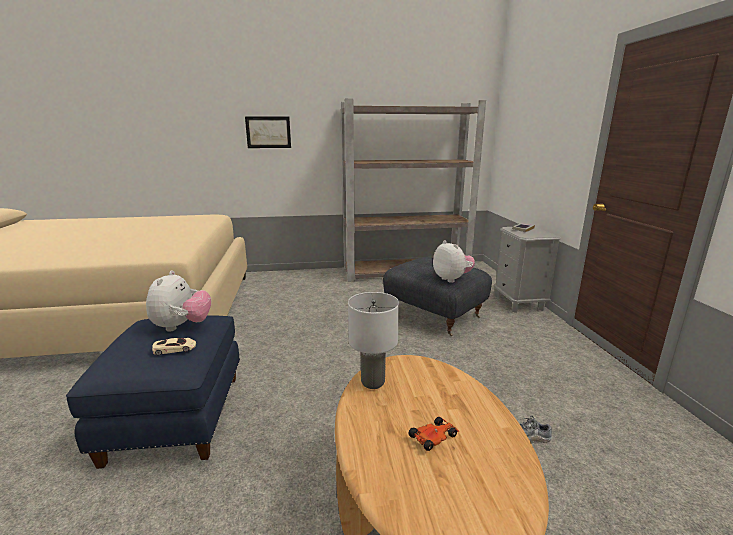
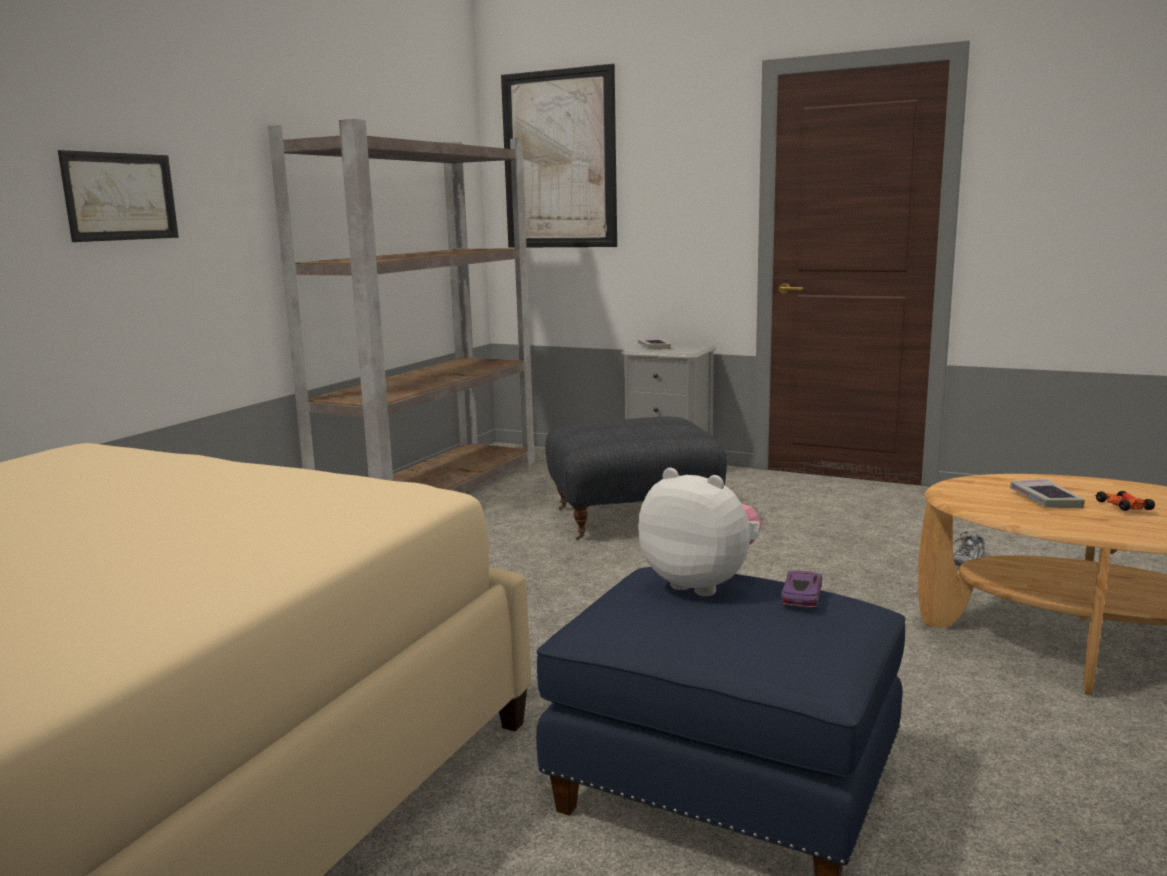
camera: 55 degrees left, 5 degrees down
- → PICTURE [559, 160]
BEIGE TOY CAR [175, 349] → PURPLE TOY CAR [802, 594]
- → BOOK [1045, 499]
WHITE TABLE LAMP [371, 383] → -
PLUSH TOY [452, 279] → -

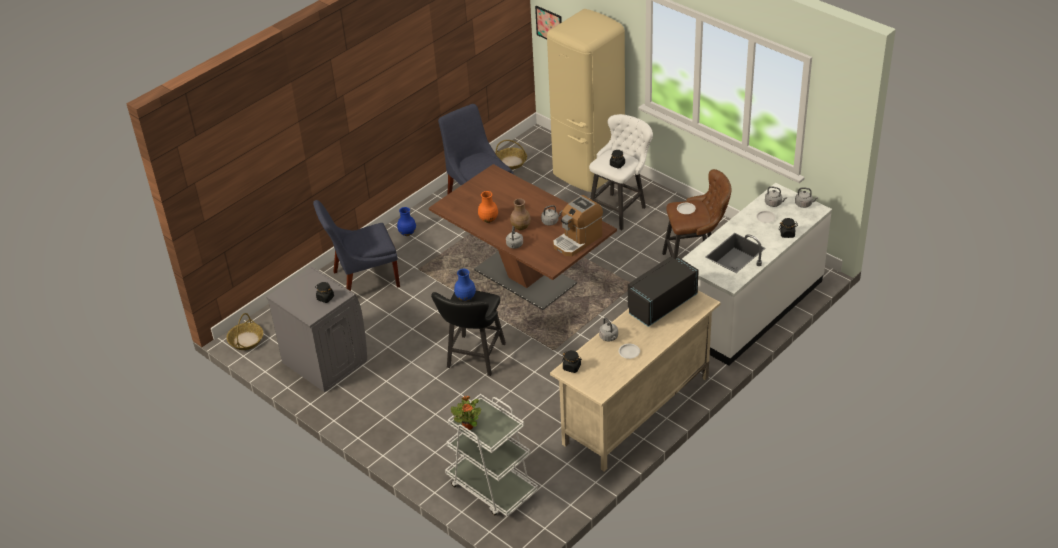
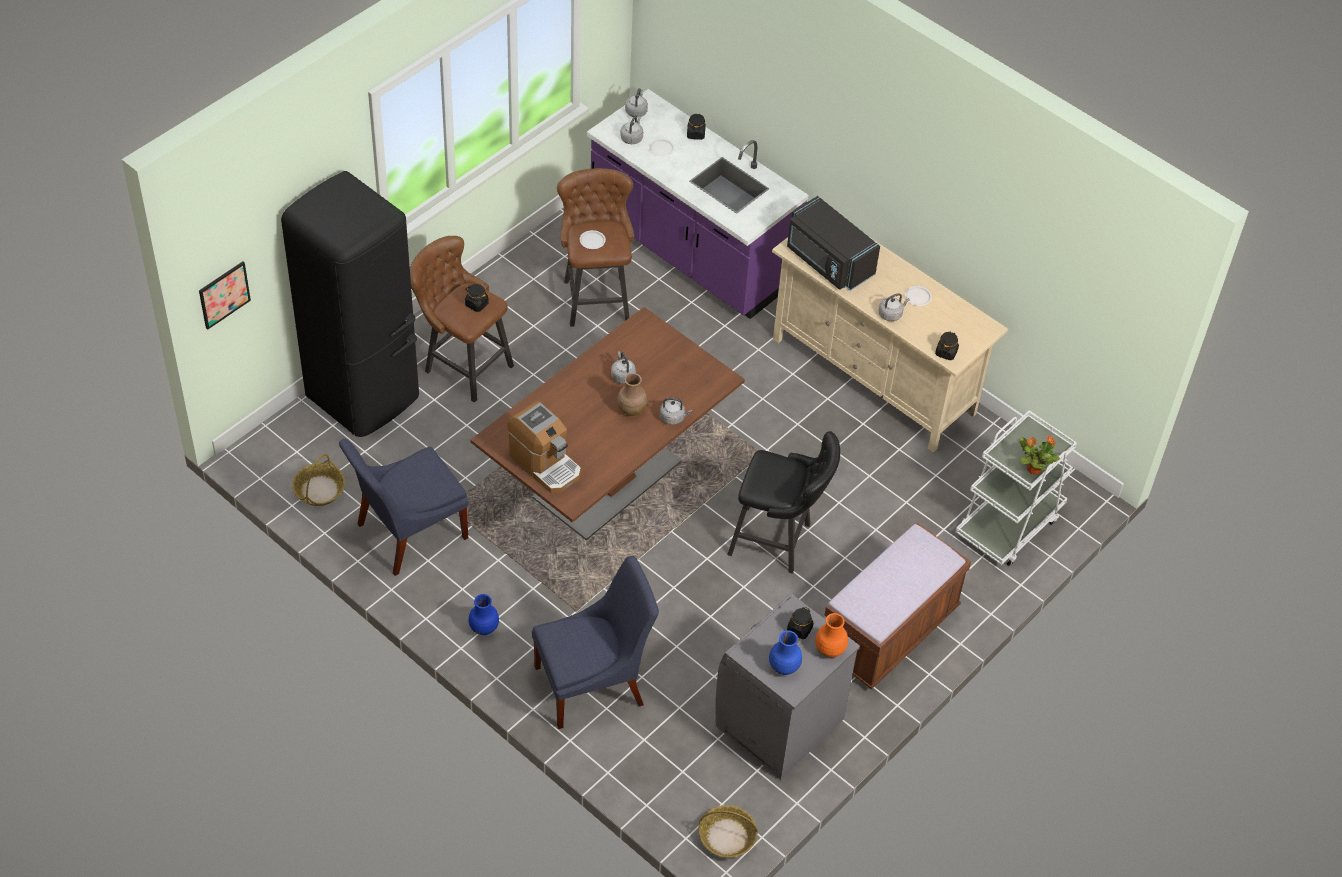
camera: 95 degrees left, 10 degrees up
BEIGE FRIDGE [587, 172] → BLACK FRIDGE [366, 397]
WHITE STOOL [620, 208] → BROWN STOOL [461, 363]
COFFEE MACHINE [577, 240] → COFFEE MACHINE [545, 464], moved
BLUE CHAIR [362, 280] → BLUE CHAIR [594, 684], 90 degrees counterclockwise
WHITE COUNTER [750, 308] → PURPLE COUNTER [690, 251]
BLUE VASE [465, 297] → BLUE VASE [784, 667], moved
ORANGE VASE [488, 219] → ORANGE VASE [830, 650], moved
- → BROWN BENCH [889, 632]

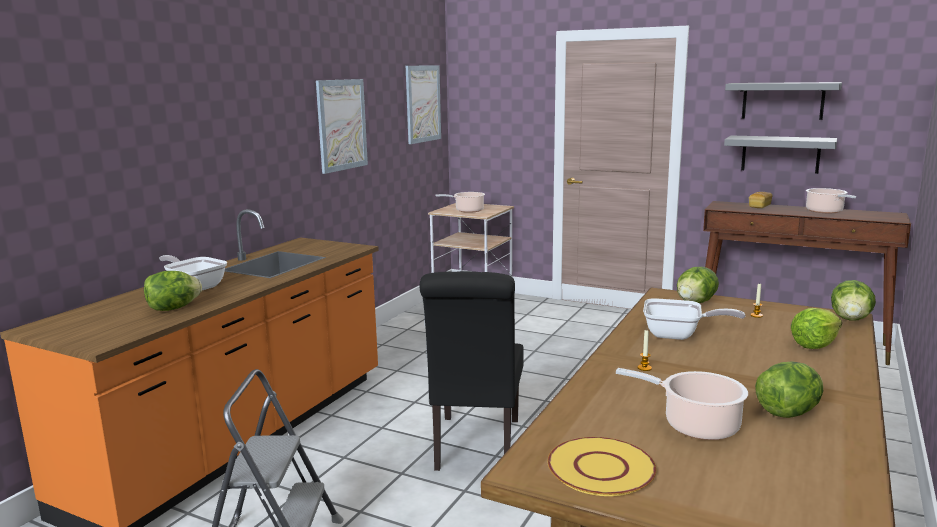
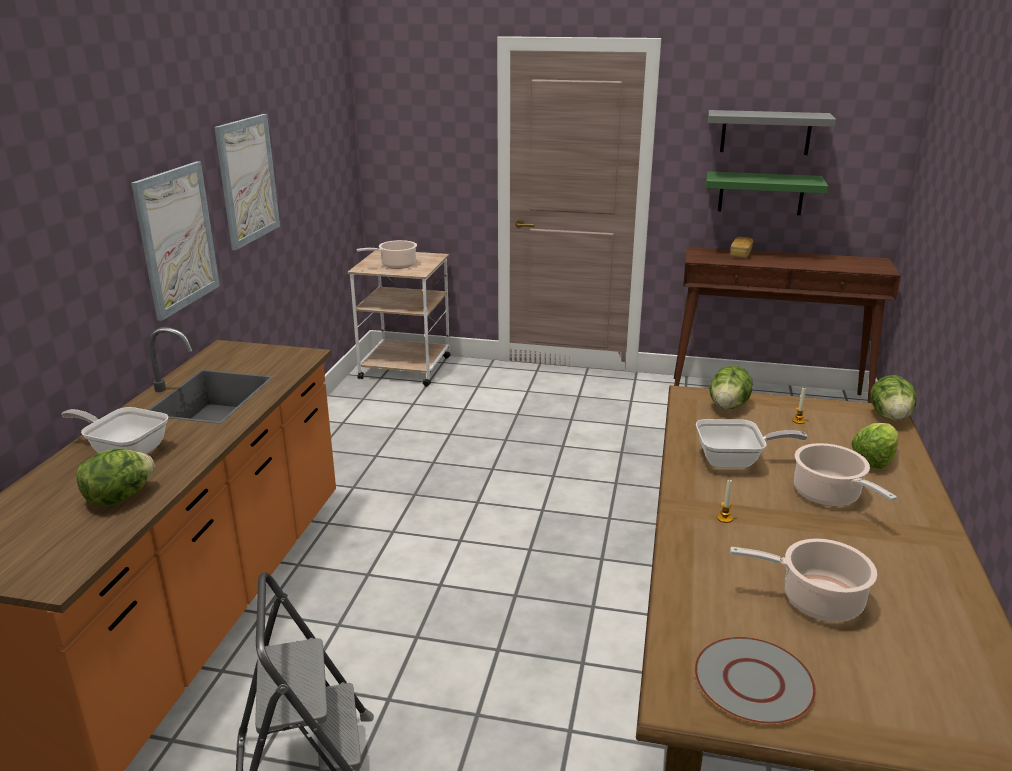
camera: 15 degrees left, 10 degrees up
PICTURE [423, 104] → PICTURE [177, 239], moved
YELLOW PLATE [600, 467] → GREY PLATE [752, 681]
GREY SHELF [780, 154] → GREEN SHELF [761, 193]
COOKING POT [825, 211] → COOKING POT [829, 495], moved
BLACK CHAIR [476, 447] → -
LETTUCE [788, 412] → -

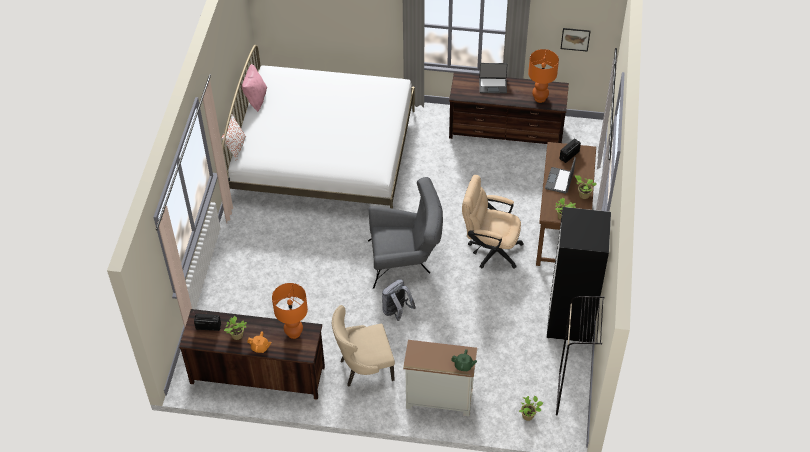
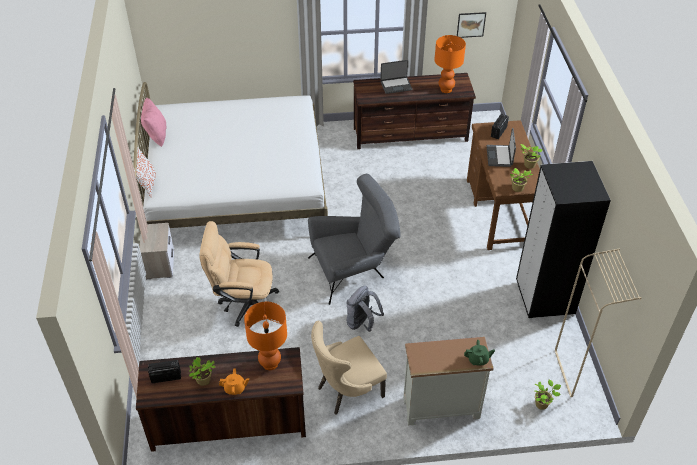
camera: 15 degrees left, 5 degrees down
- → NIGHTSTAND [160, 263]
BEIGE OFFICE CHAIR [490, 249] → BEIGE OFFICE CHAIR [243, 303], moved
BLACK CLOTHES RACK [572, 396] → BEIGE CLOTHES RACK [578, 373]

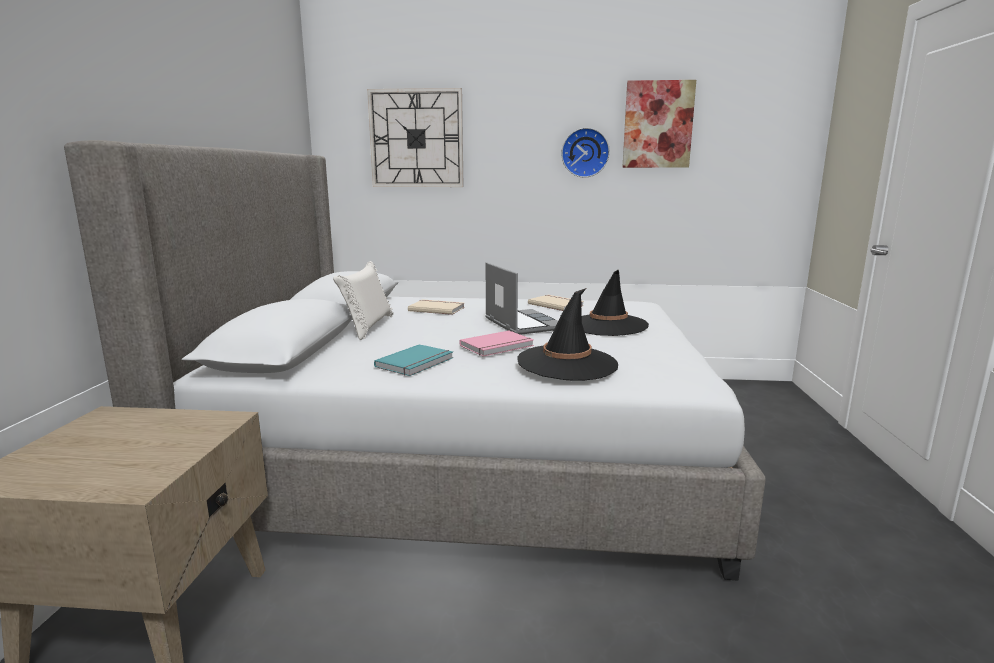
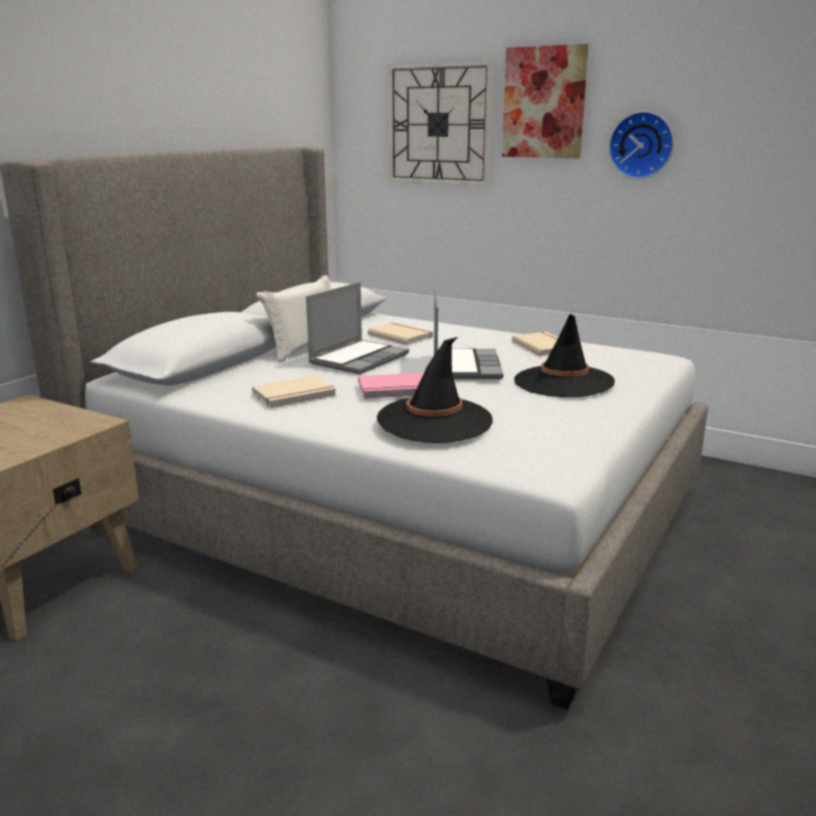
camera: 25 degrees right, 5 degrees up
TURQUOISE BOOK [416, 363] → BEIGE BOOK [295, 395]
- → LAPTOP [359, 358]
PICTURE [658, 125] → PICTURE [544, 103], moved

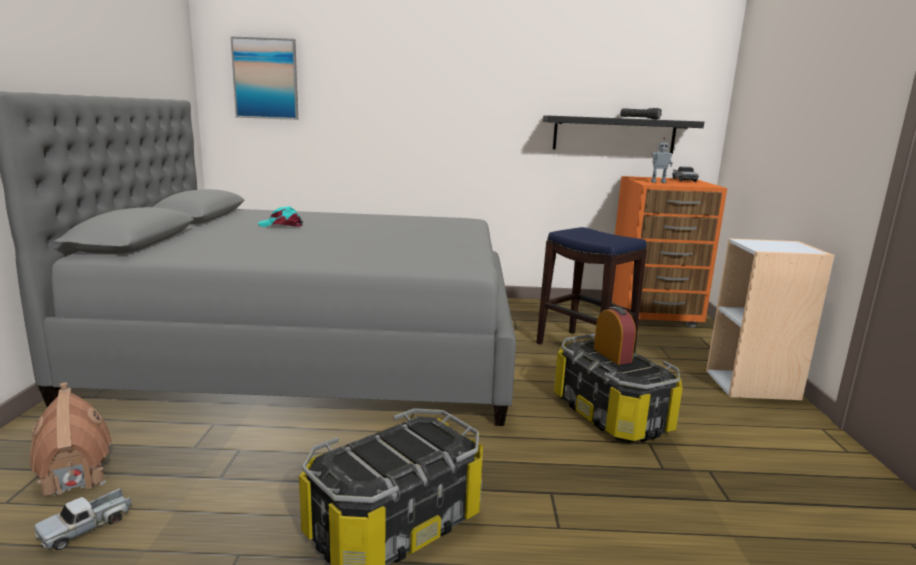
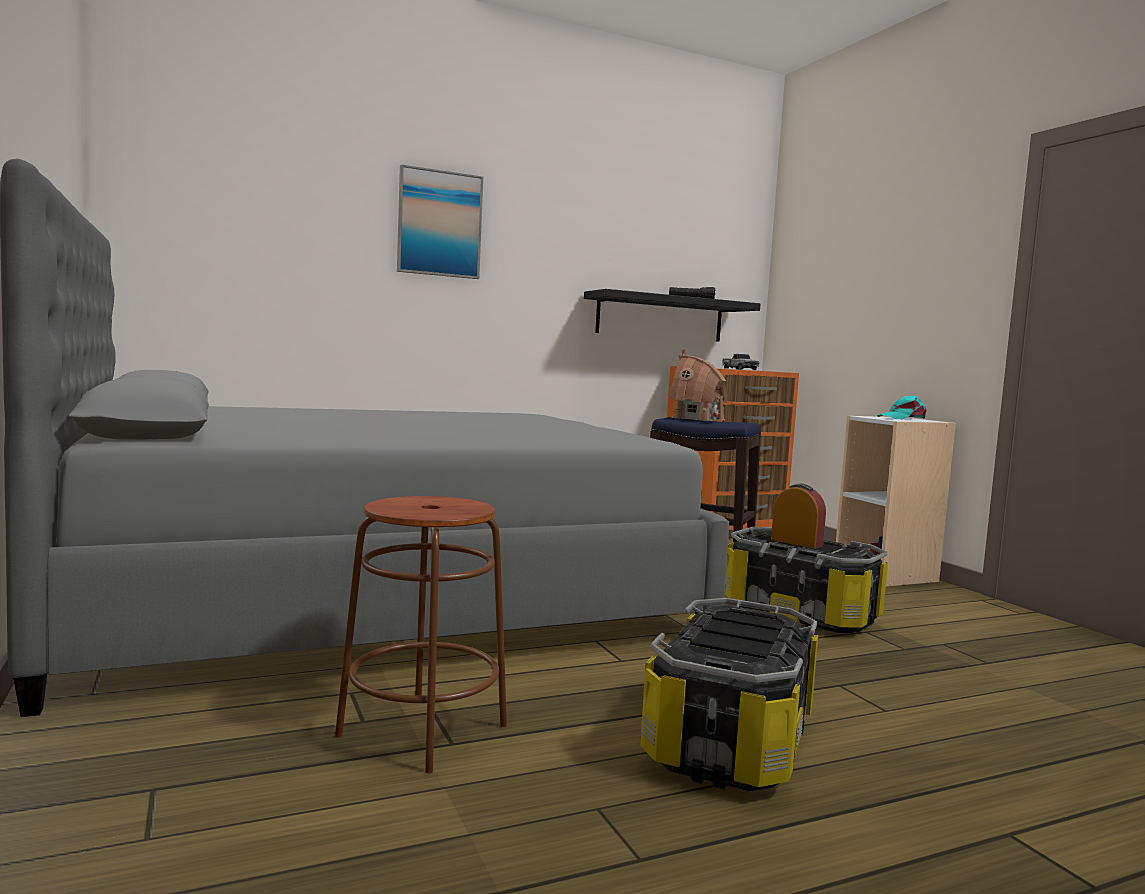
camera: 25 degrees left, 10 degrees down
- → BROWN STOOL [423, 730]
PICTURE [266, 79] → PICTURE [439, 224], moved
TOY HOUSE [74, 476] → TOY HOUSE [697, 419], moved
TURQUOISE CAP [281, 225] → TURQUOISE CAP [902, 418], moved
TOY TRUCK [86, 527] → -
TOY ROBOT [658, 182] → -

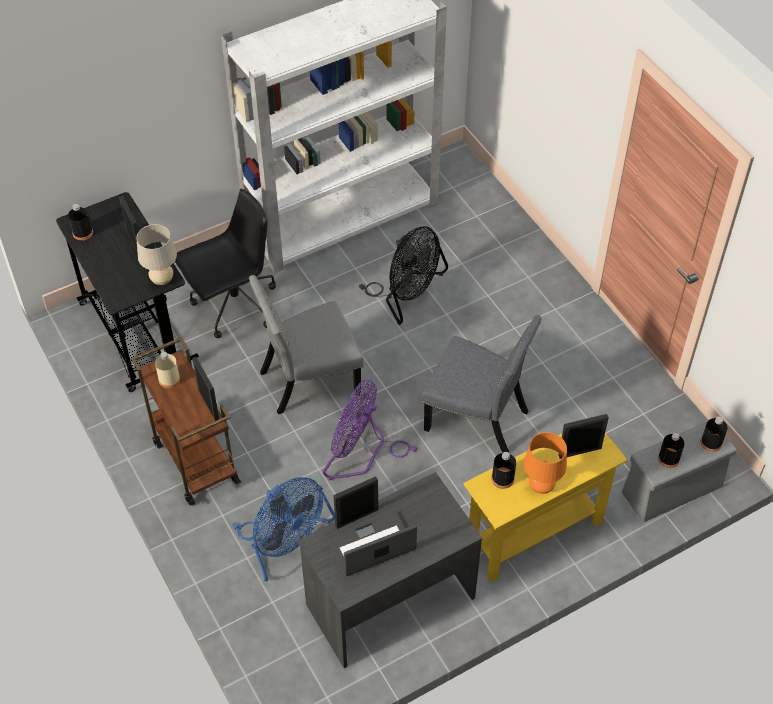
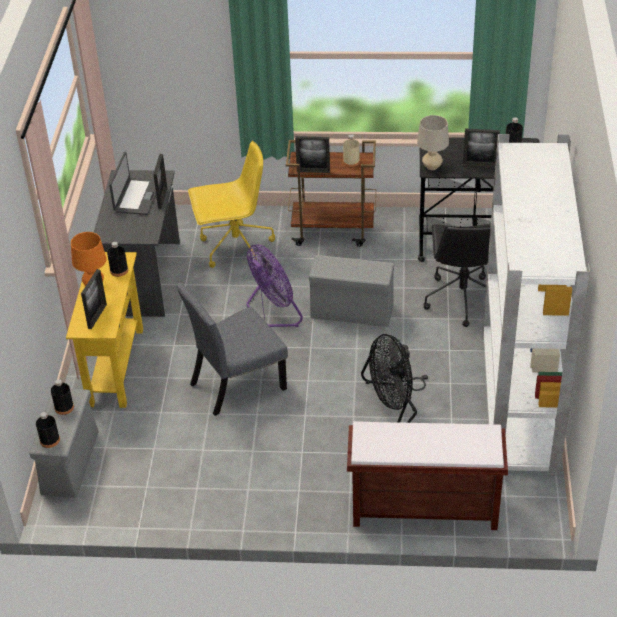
camera: 125 degrees right, 10 degrees down
BLUE FAN [282, 542] → YELLOW OFFICE CHAIR [233, 248]
GREY CHAIR [311, 380] → GREY STORAGE BOX [353, 311]
- → BROWN BENCH [423, 508]

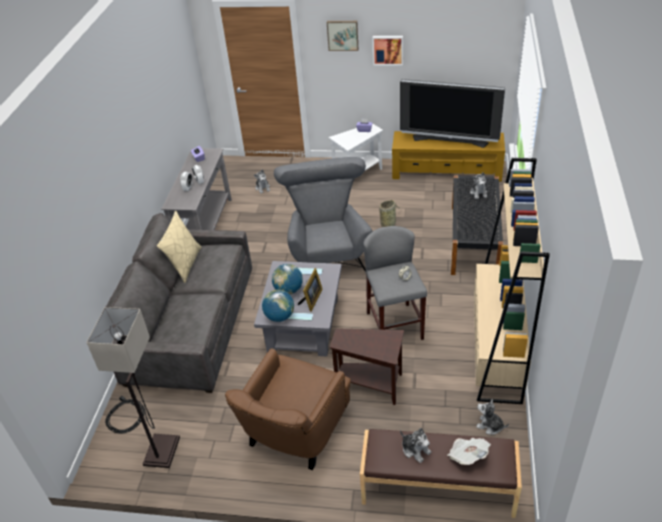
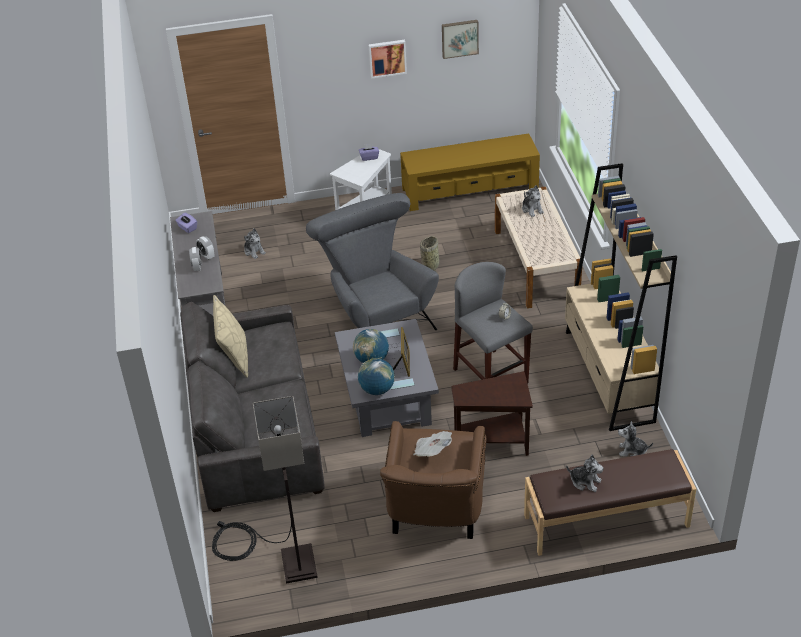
camera: 20 degrees left, 0 degrees up
NEWSPAPER [467, 455] → NEWSPAPER [432, 451], moved
PICTURE [342, 35] → PICTURE [459, 38], moved
BLACK BENCH [474, 240] → BEIGE BENCH [536, 264]
TELEVISION [450, 140] → -

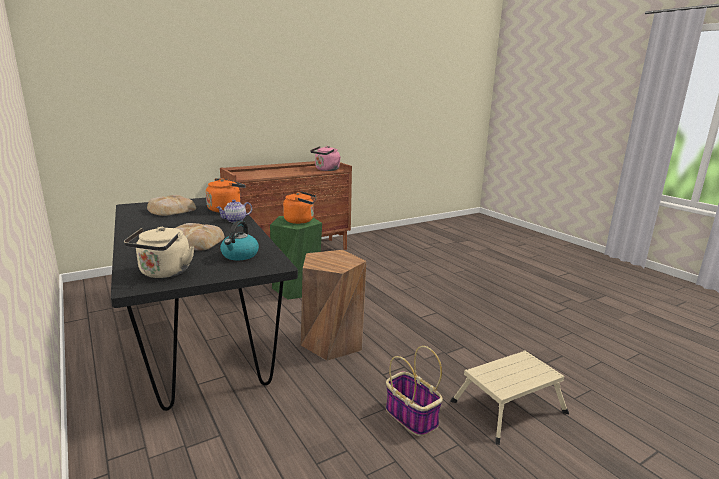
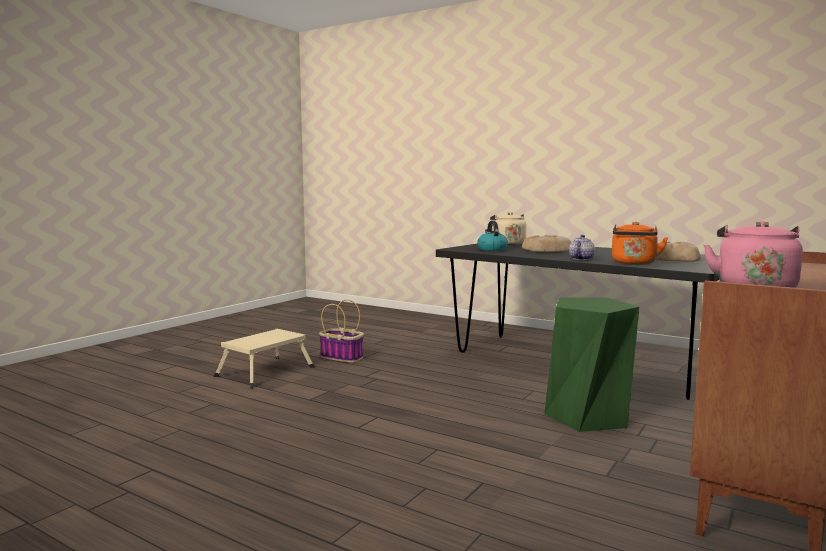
camera: 155 degrees right, 10 degrees down
ORANGE KETTLE [301, 221] → -
BROWN STOOL [332, 342] → -

